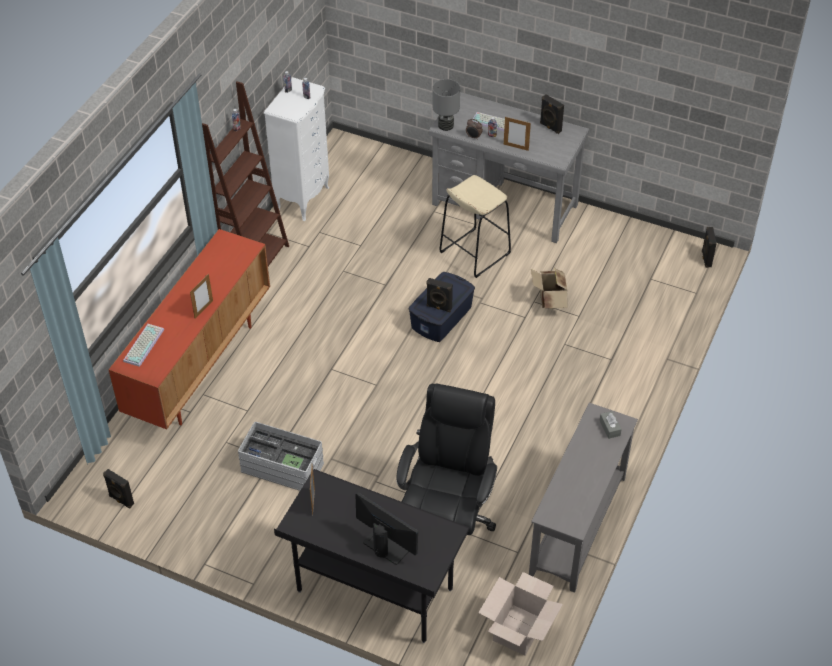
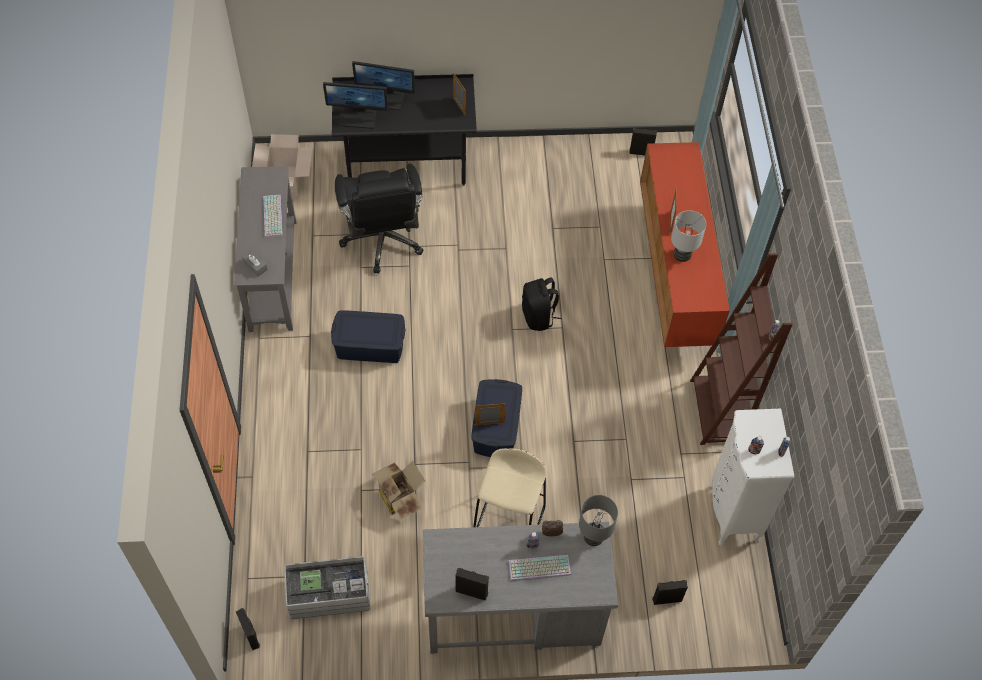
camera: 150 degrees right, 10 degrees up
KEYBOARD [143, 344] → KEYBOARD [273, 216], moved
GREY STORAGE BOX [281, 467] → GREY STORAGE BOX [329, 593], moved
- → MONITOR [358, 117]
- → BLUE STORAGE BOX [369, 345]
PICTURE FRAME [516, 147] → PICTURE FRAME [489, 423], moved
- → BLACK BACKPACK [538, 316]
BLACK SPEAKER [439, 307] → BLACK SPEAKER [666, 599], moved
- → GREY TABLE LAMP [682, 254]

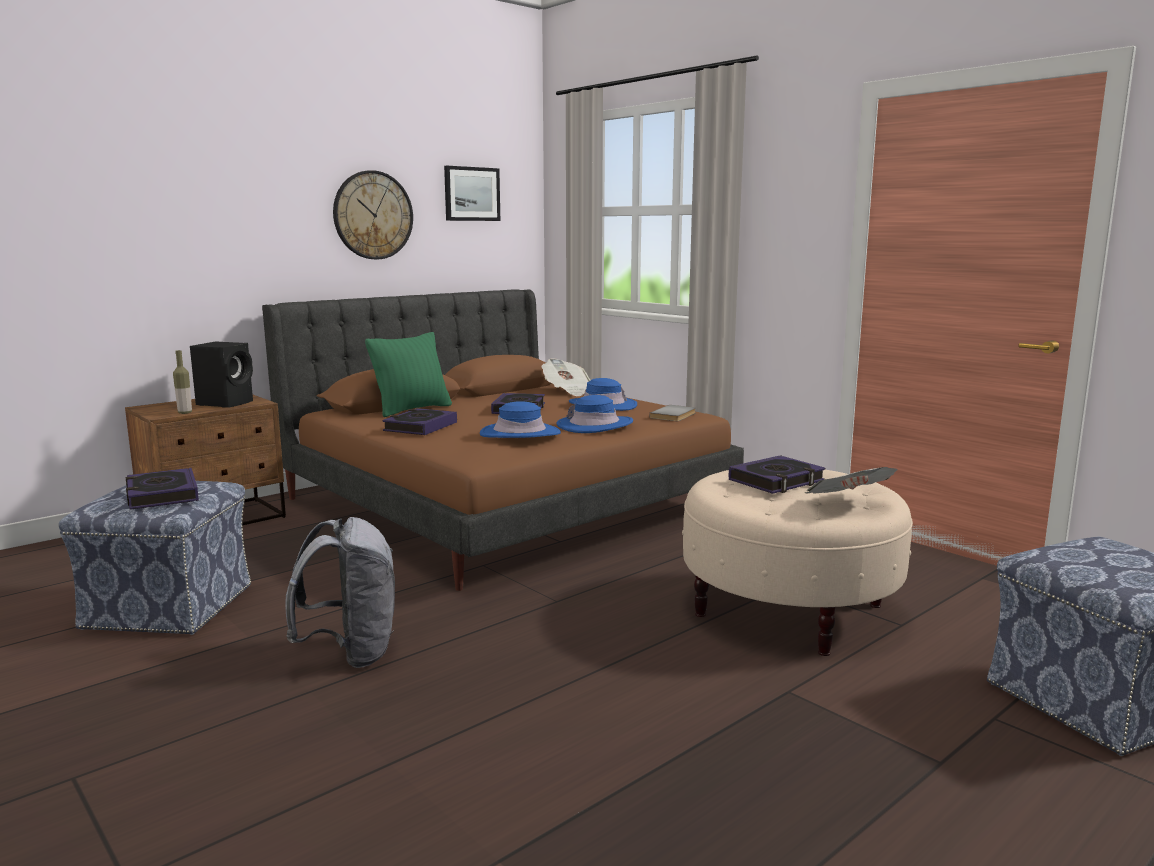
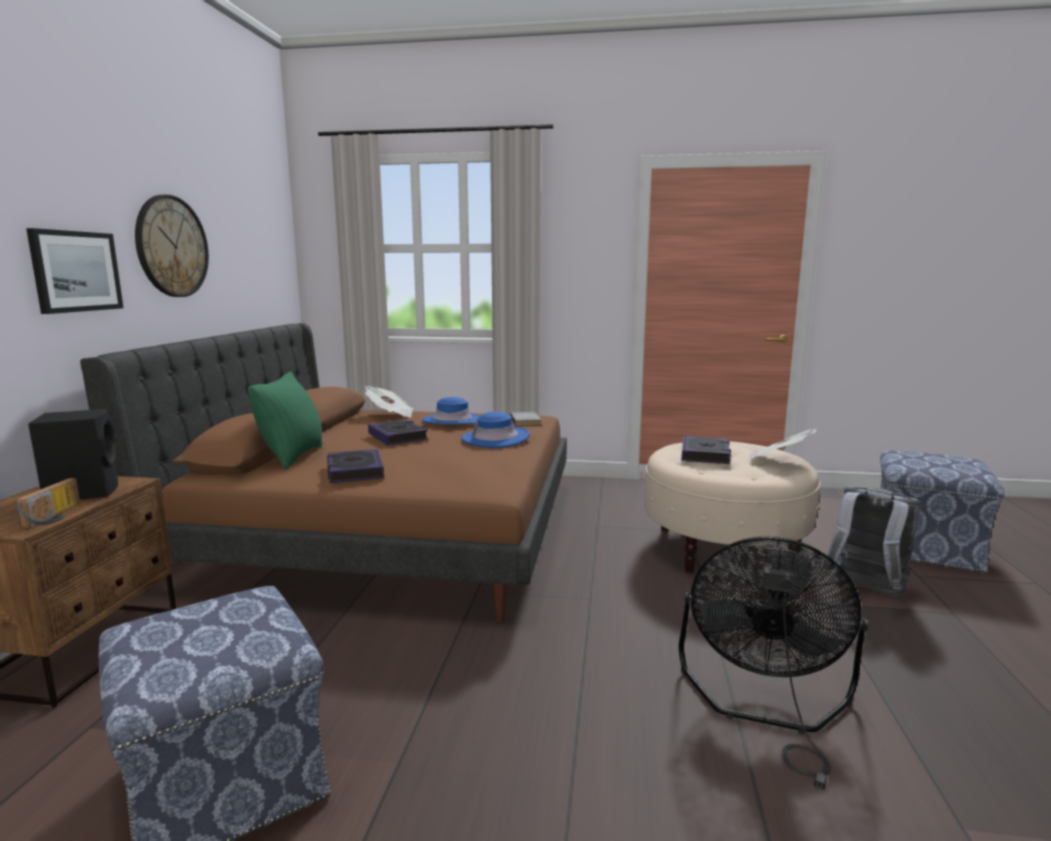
camera: 40 degrees left, 0 degrees up
BOTTLE [185, 413] → RADIO [56, 517]
PICTURE [471, 194] → PICTURE [76, 271], moved
- → BLACK FAN [770, 710]
GREY BACKPACK [351, 653] → GREY BACKPACK [865, 590], moved
BOOK [162, 495] → -
BLUE HAT [520, 433] → -

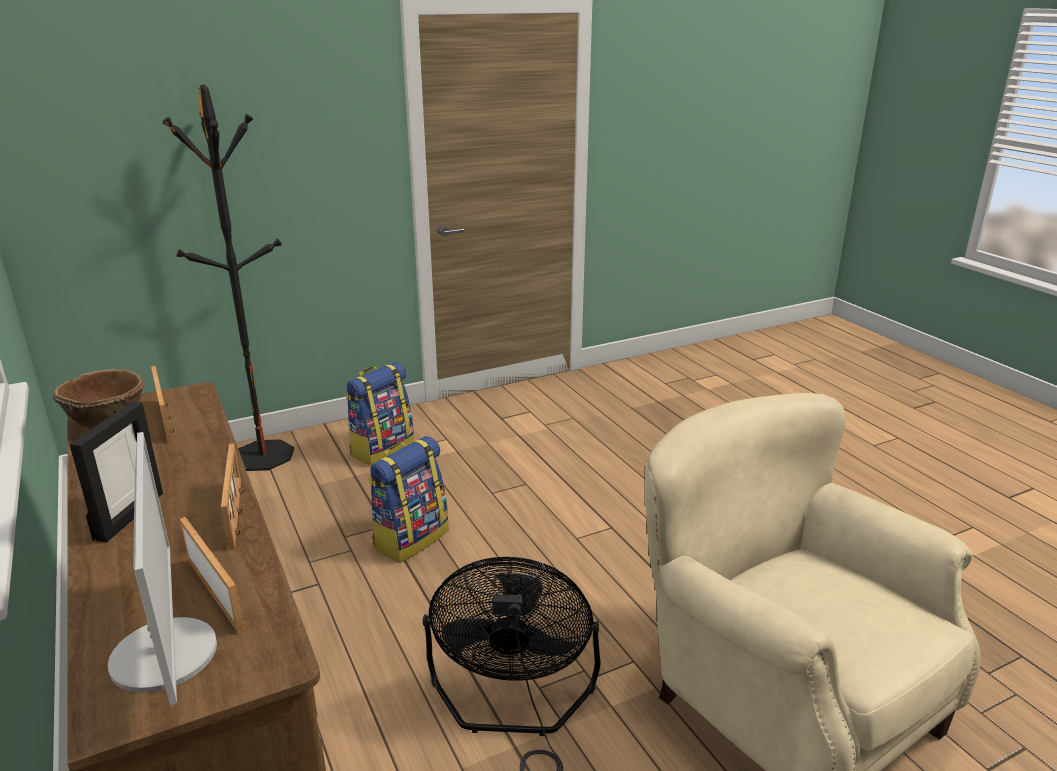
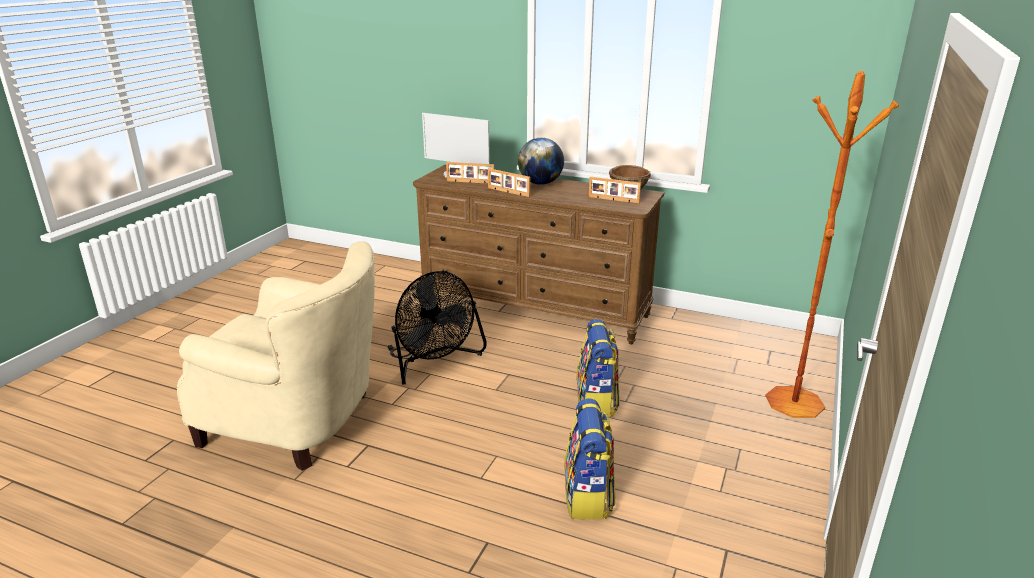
camera: 140 degrees right, 0 degrees up
PICTURE FRAME [129, 516] → GLOBE [540, 183]
BACKPACK [382, 449] → BACKPACK [588, 497], moved
BLACK CLOTHES RACK [263, 455] → ORANGE CLOTHES RACK [794, 402]

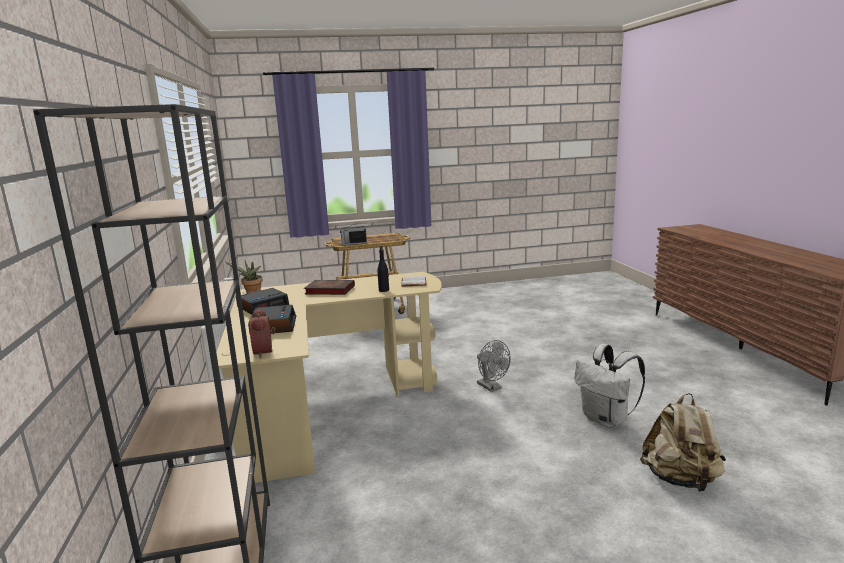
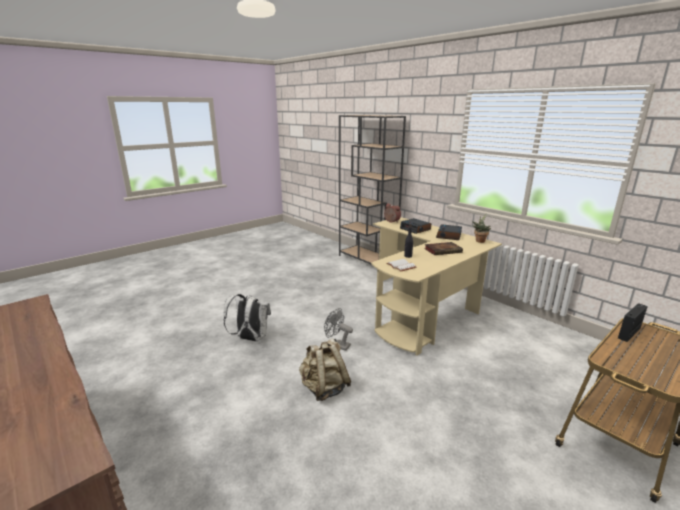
camera: 150 degrees right, 5 degrees up
BEIGE BACKPACK [681, 479] → BEIGE BACKPACK [324, 388], moved

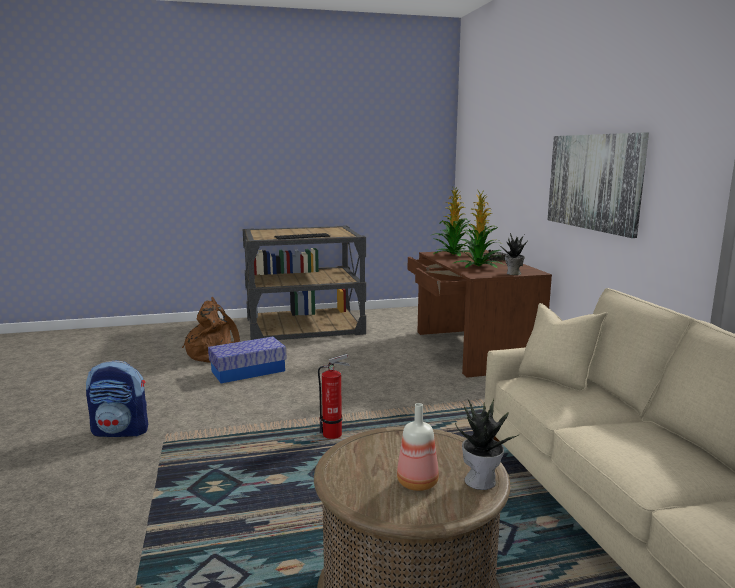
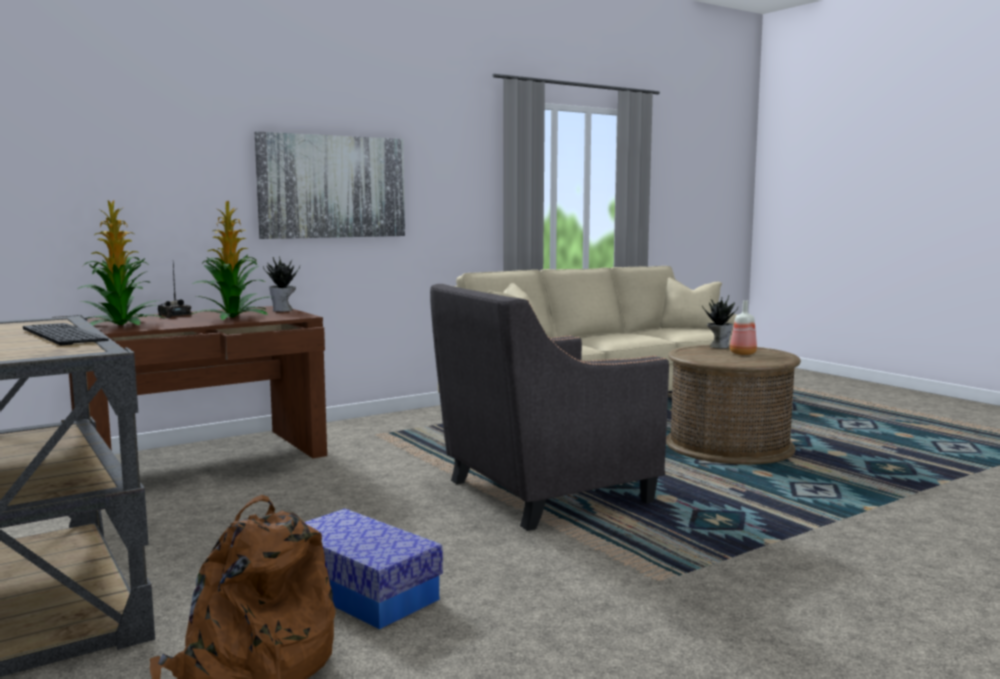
camera: 110 degrees left, 5 degrees down
FIRE EXTINGUISHER [335, 434] → GREY ARMCHAIR [546, 492]
BACKPACK [121, 431] → -

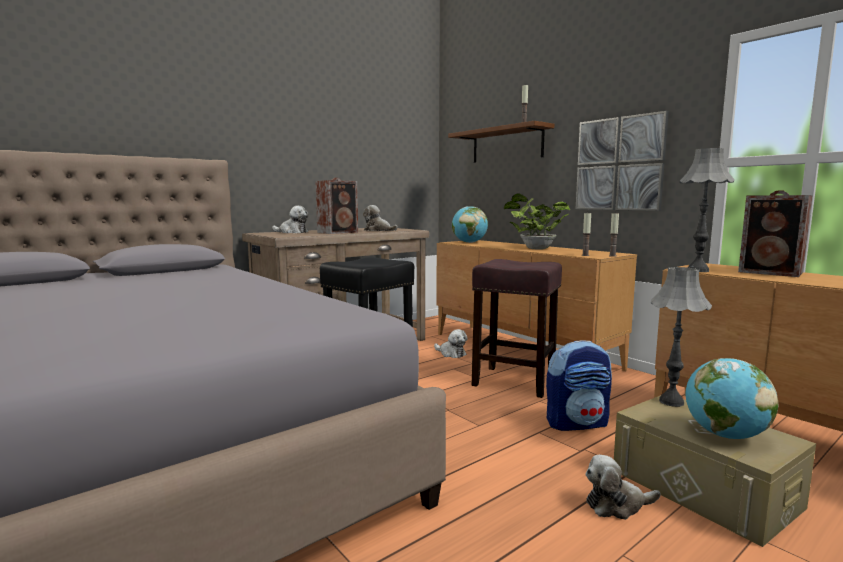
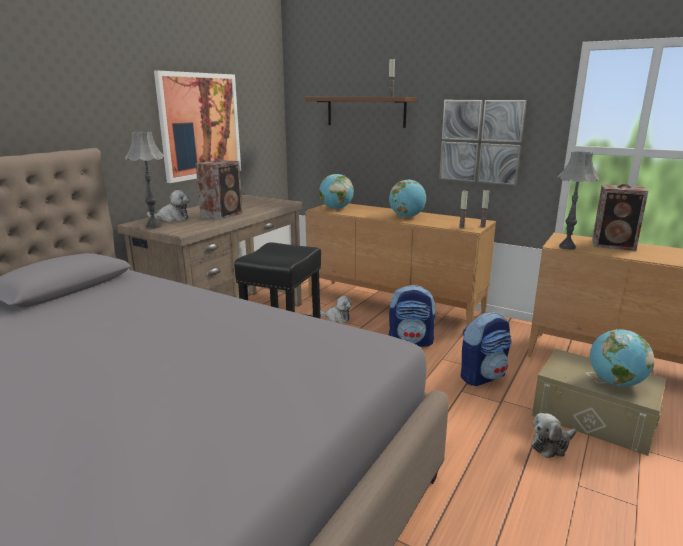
camera: 20 degrees left, 10 degrees up
GREY TABLE LAMP [671, 402] → GREY TABLE LAMP [153, 226], moved
- → PICTURE [200, 126]
POTTED PLANT [534, 248] → GLOBE [406, 217]
BROWN STOOL [515, 382] → BACKPACK [411, 341]
PLUSH TOY [378, 230] → -

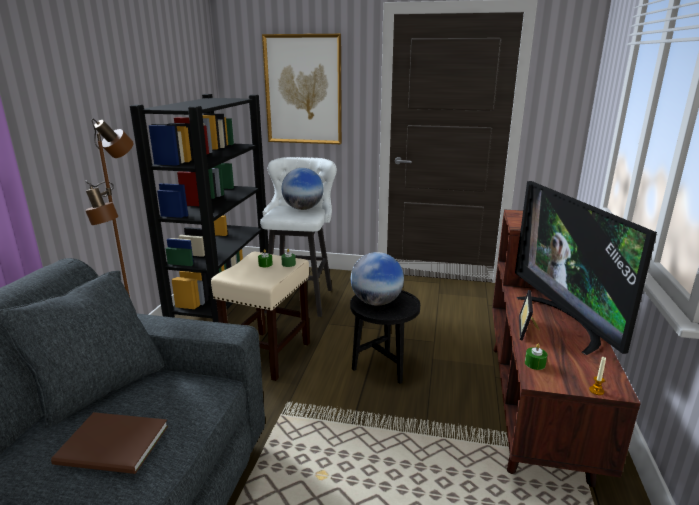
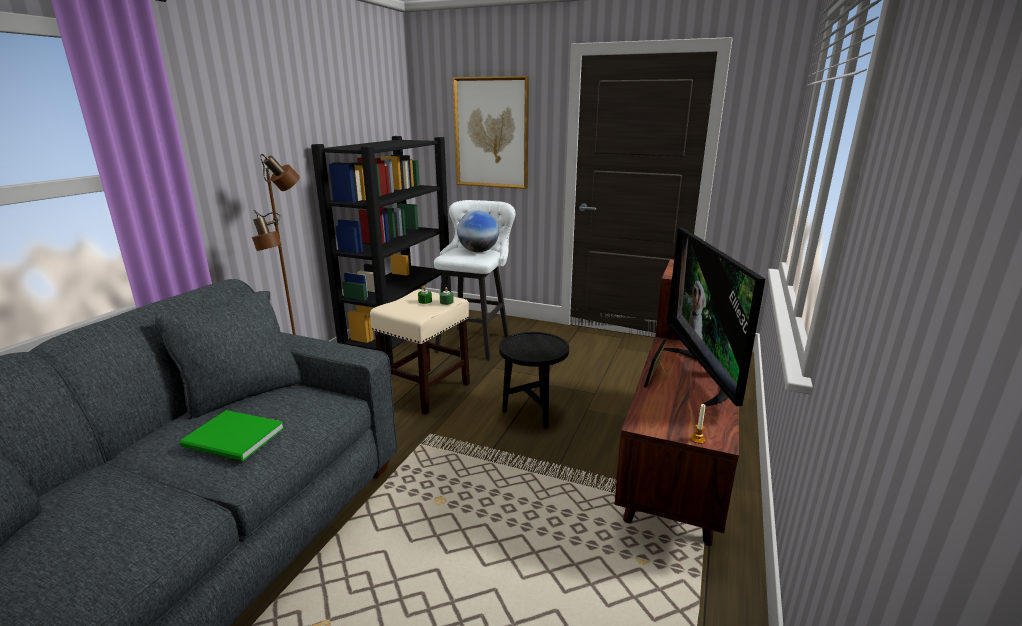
camera: 10 degrees right, 0 degrees up
BROWN BOOK [114, 447] → GREEN BOOK [234, 439]
GLOBE [376, 302] → -
GREEN CANDLE [535, 364] → -

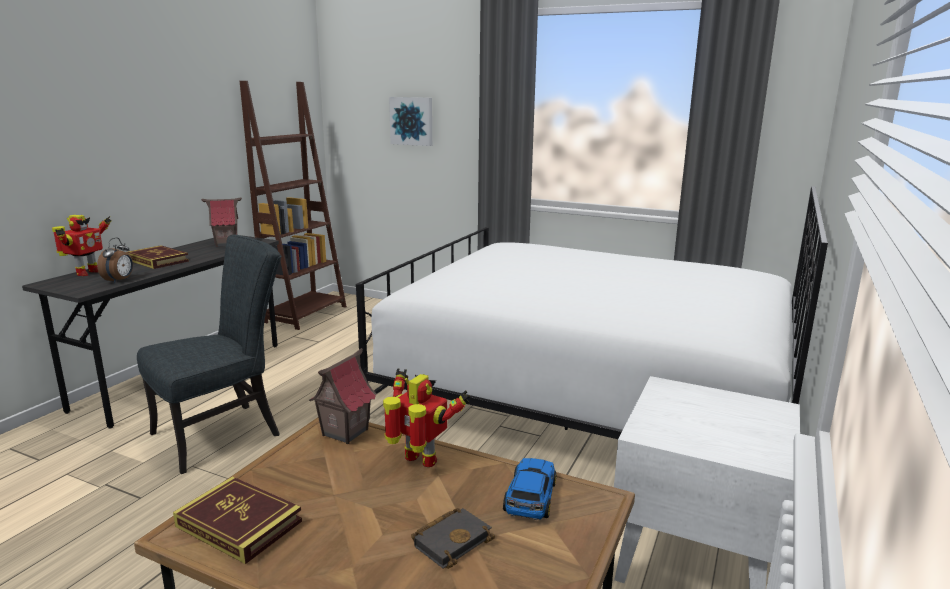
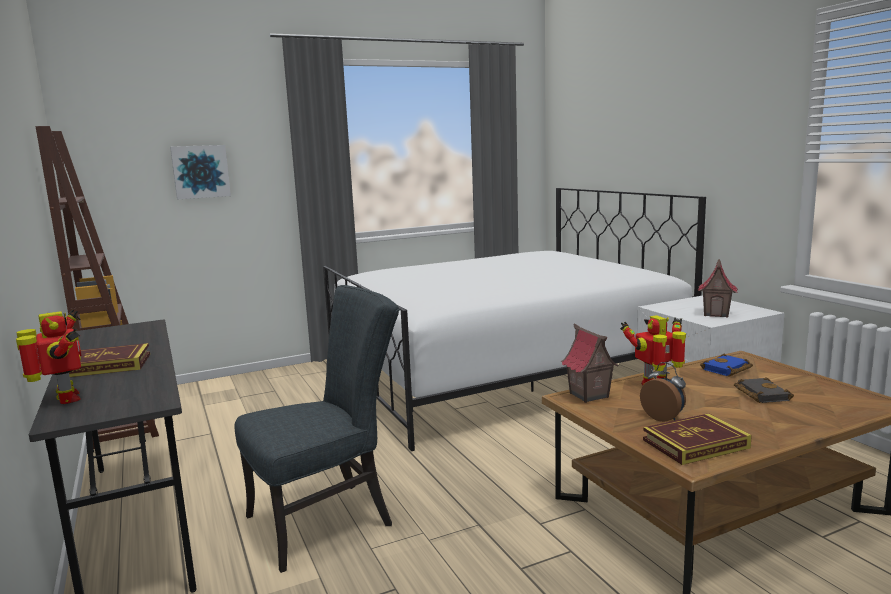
camera: 50 degrees left, 5 degrees down
GREY CHAIR [224, 432] → GREY CHAIR [328, 519], 60 degrees clockwise
ALARM CLOCK [119, 280] → ALARM CLOCK [664, 418], moved
TOY HOUSE [226, 244] → TOY HOUSE [716, 314], moved
TOY CAR [530, 497] → BLUE BOOK [727, 370]

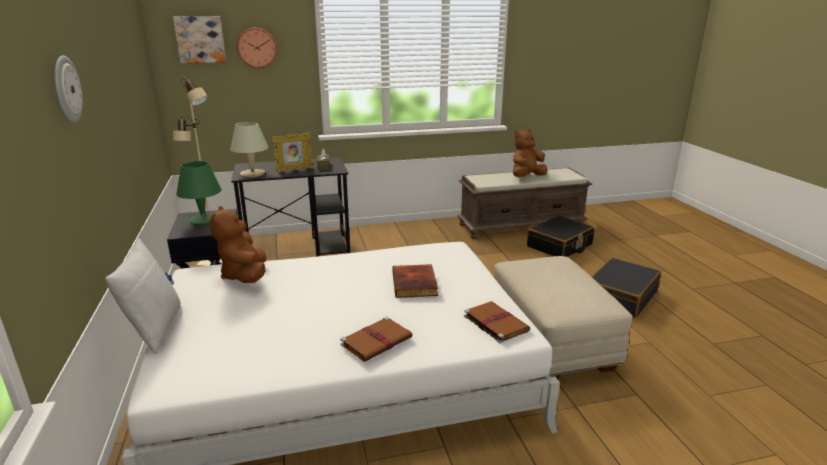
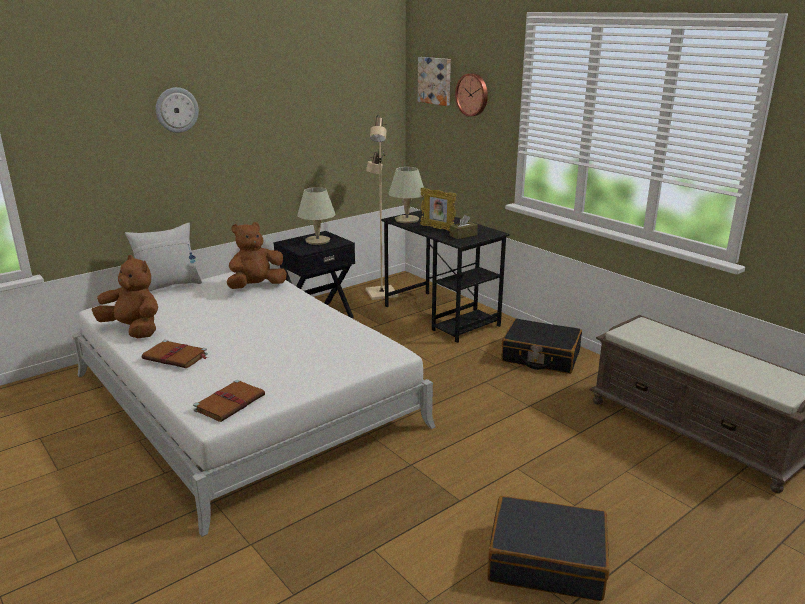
camera: 65 degrees right, 0 degrees up
BROWN PLUSH TOY [526, 177] → BROWN PLUSH TOY [134, 330], moved
GREEN TABLE LAMP [203, 220] → BEIGE TABLE LAMP [317, 241]
BLACK SUITCASE [560, 246] → BLACK SUITCASE [540, 356], moved
BOOK [415, 284] → -
BEIGE OTTOMAN [551, 342] → -

